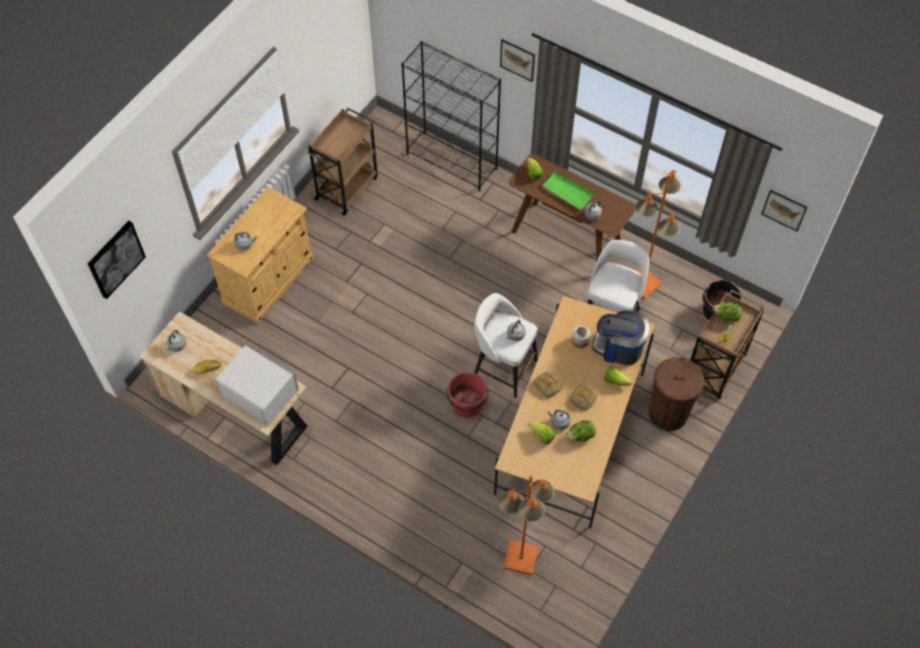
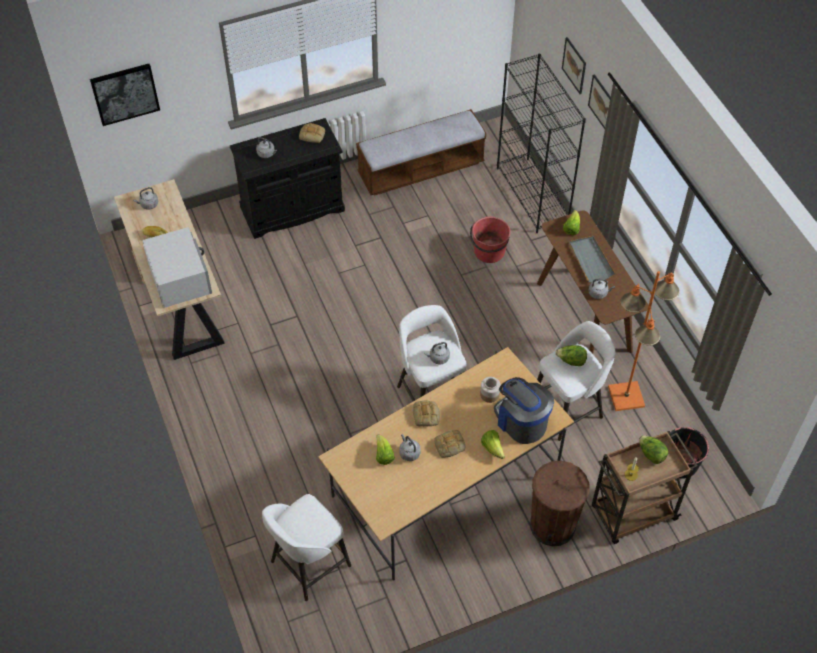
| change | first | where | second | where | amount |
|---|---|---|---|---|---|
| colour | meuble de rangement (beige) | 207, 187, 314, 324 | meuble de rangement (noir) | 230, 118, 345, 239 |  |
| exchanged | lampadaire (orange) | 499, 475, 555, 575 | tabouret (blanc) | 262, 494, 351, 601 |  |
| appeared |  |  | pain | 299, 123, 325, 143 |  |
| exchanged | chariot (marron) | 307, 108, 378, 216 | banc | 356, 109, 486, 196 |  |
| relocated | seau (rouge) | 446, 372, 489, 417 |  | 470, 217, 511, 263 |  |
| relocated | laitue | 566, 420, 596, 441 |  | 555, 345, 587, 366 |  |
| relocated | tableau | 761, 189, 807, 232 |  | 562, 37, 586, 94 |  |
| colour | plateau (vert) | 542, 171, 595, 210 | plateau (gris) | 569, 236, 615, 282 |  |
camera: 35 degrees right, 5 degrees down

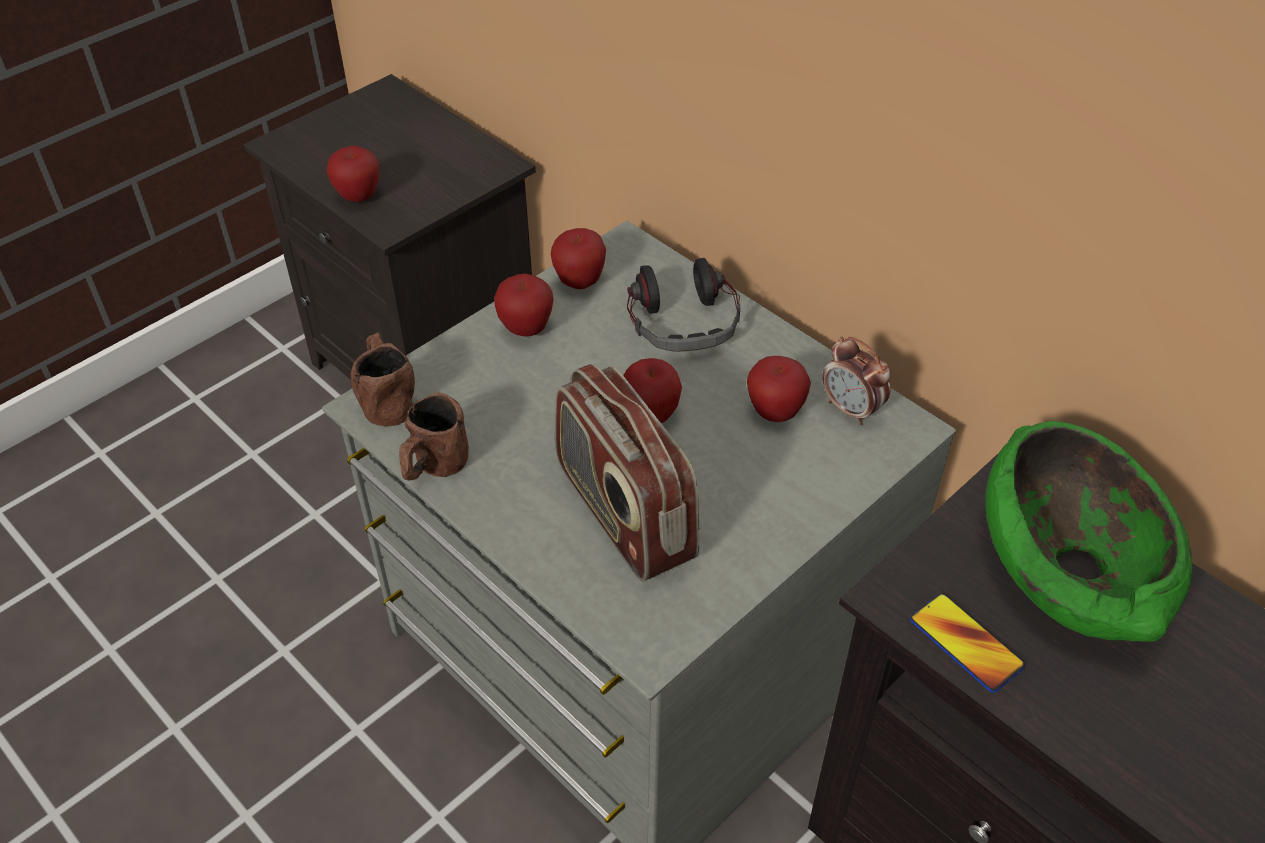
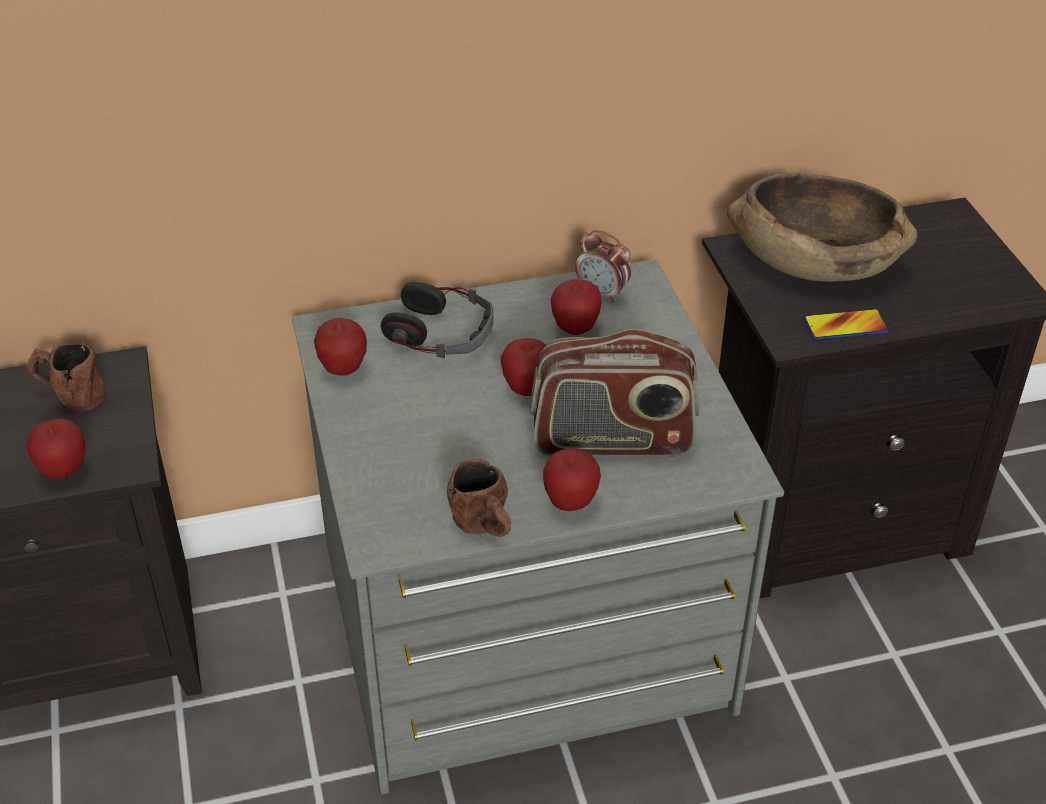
| change | first | where | second | where | amount |
|---|---|---|---|---|---|
| relocated | mug (marron) | 351, 332, 415, 426 |  | 26, 343, 106, 412 |  |
| relocated | pomme | 494, 273, 554, 336 |  | 543, 448, 601, 511 |  |
| spun | réveil | 823, 337, 891, 425 |  | 575, 230, 631, 303 | 45 degrees clockwise |
| colour | bol (vert) | 986, 421, 1192, 642 | bol (marron) | 727, 173, 918, 282 |  |
camera: 60 degrees left, 5 degrees down

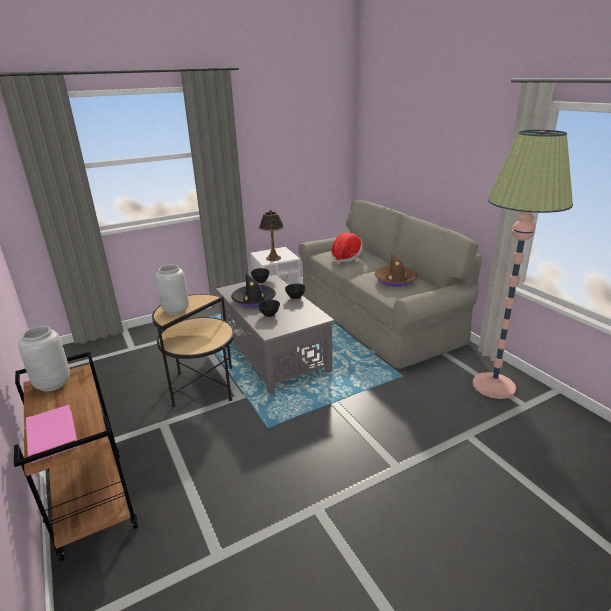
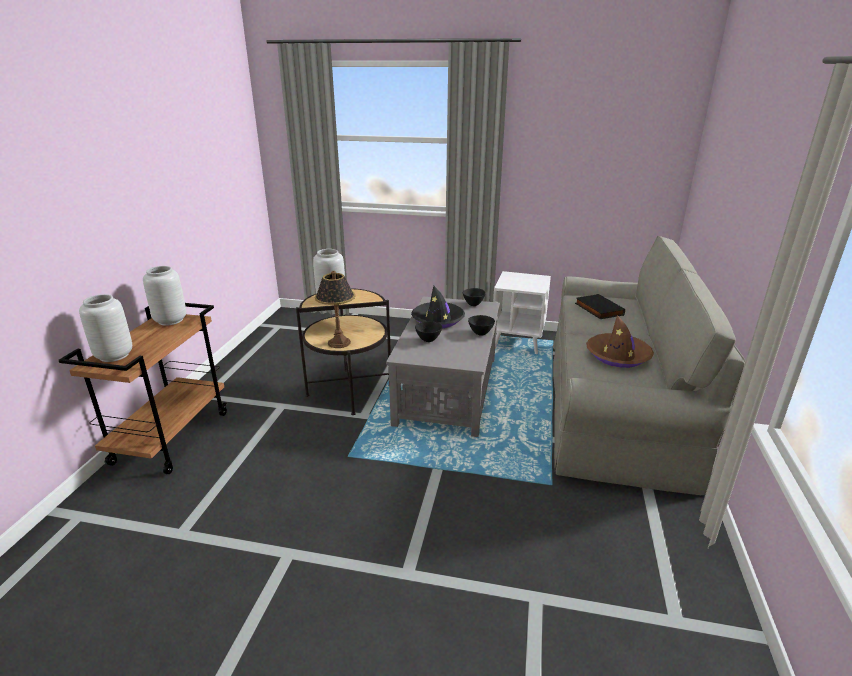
| change | first | where | second | where | amount |
|---|---|---|---|---|---|
| exchanged | livre (rose) | 26, 405, 78, 463 | vase (gris) | 79, 294, 132, 362 |  |
| relocated | lampe de table | 259, 210, 284, 261 |  | 315, 271, 355, 348 |  |
| exchanged | chapeau | 331, 233, 363, 264 | livre (noir) | 575, 294, 625, 319 |  |
| missing | lampadaire | 473, 130, 573, 399 |  |  |  |
camera: 40 degrees right, 0 degrees up

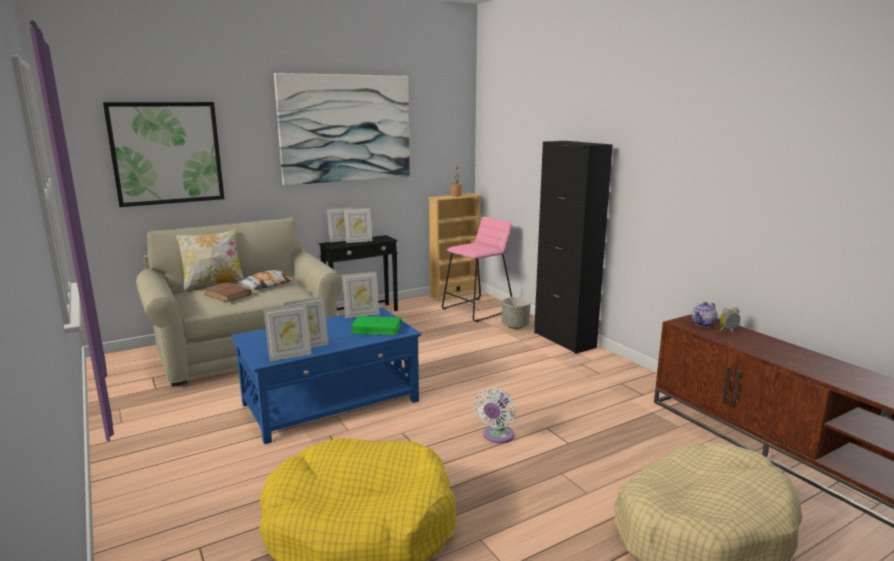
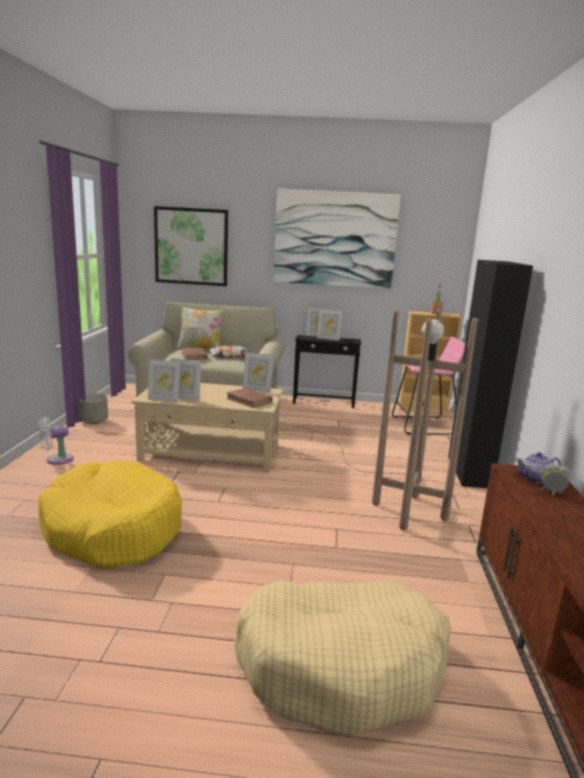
| change | first | where | second | where | amount |
|---|---|---|---|---|---|
| relocated | ventilateur (blanc) | 474, 388, 515, 443 |  | 39, 417, 73, 465 |  |
| relocated | cache-pot (gris) | 502, 297, 531, 329 |  | 79, 393, 108, 424 |  |
| colour | table basse (bleu) | 231, 307, 421, 444 | table basse (beige) | 132, 383, 283, 473 |  |
| colour | livre (vert) | 350, 316, 401, 335 | livre (marron) | 226, 388, 273, 408 |  |
| appeared |  |  | lampadaire (marron) | 294, 309, 478, 530 |  |
camera: 35 degrees right, 0 degrees up

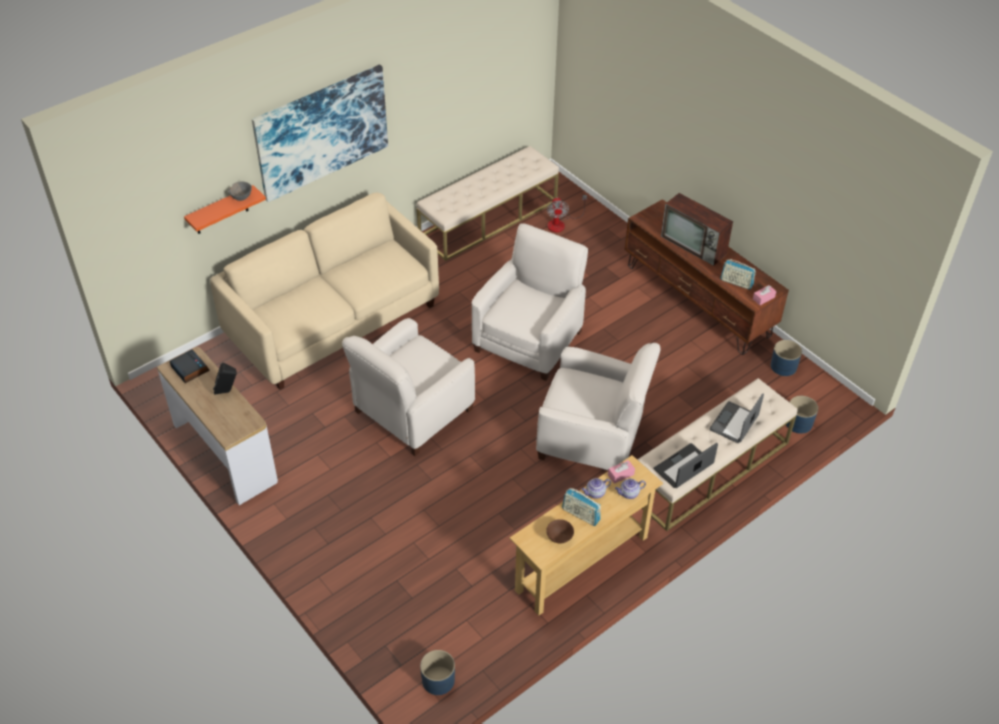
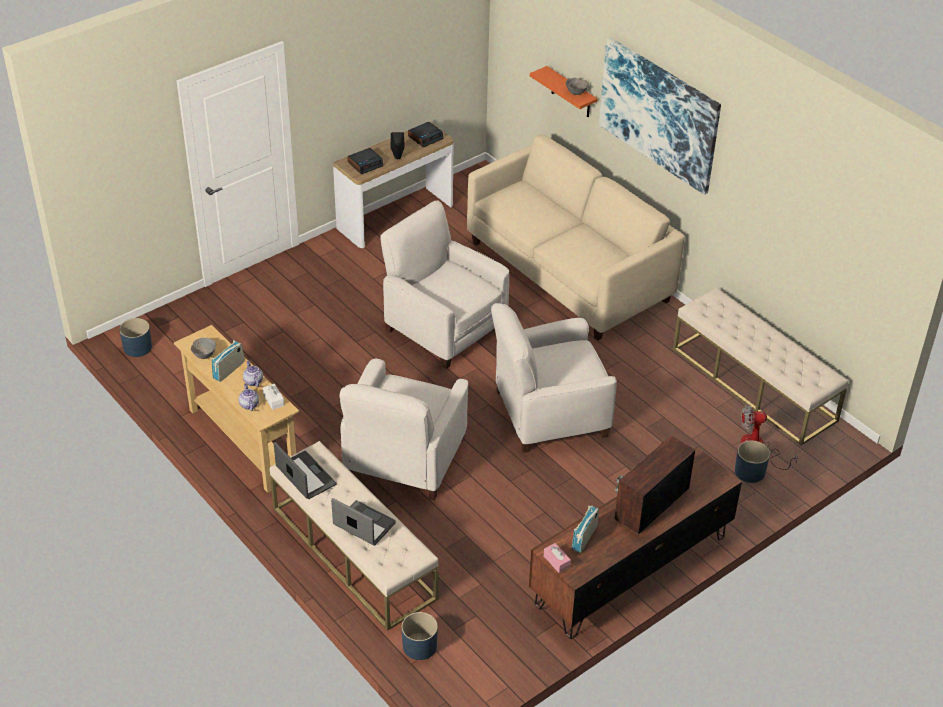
| change | first | where | second | where | amount |
|---|---|---|---|---|---|
| colour | bol (marron) | 546, 519, 574, 544 | bol (gris) | 191, 338, 216, 359 |  |
| colour | boîte à mouchoirs (rose) | 608, 460, 635, 484 | boîte à mouchoirs (blanc) | 263, 384, 284, 410 |  |
| appeared |  |  | réveil | 347, 148, 383, 174 |  |
| spun | fauteuil (blanc) | 472, 223, 588, 381 |  | 491, 303, 617, 453 | 135 degrees clockwise |
| relocated | cache-pot (bleu) | 771, 340, 802, 376 |  | 735, 440, 770, 483 |  |
camera: 90 degrees right, 5 degrees down

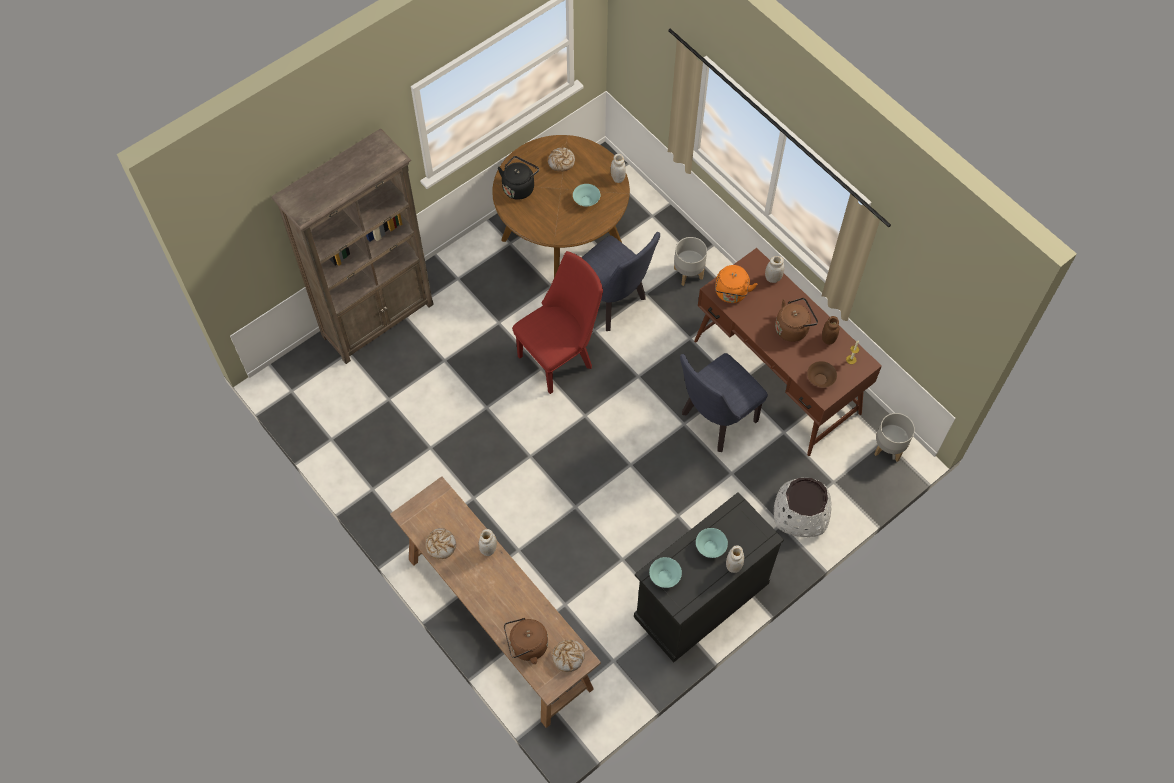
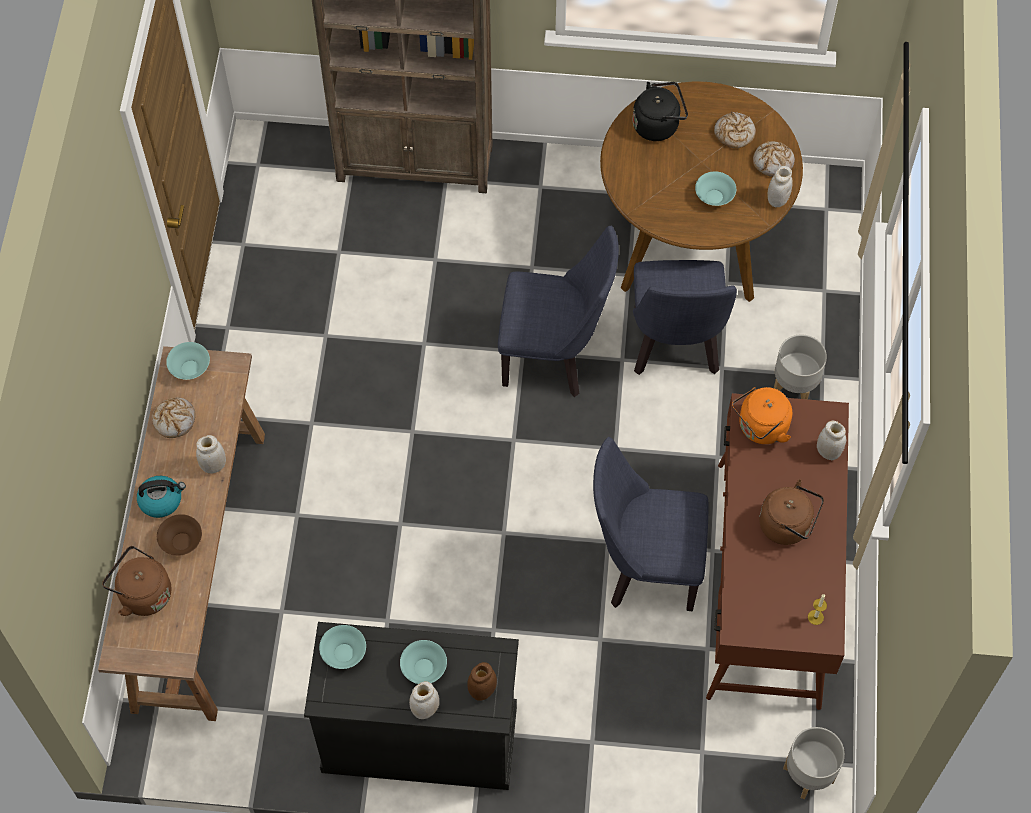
| change | first | where | second | where | amount |
|---|---|---|---|---|---|
| appeared |  |  | bouilloire | 137, 476, 186, 518 |  |
| relocated | bol (marron) | 807, 361, 837, 387 |  | 157, 514, 202, 556 |  |
| appeared |  |  | bol (turquoise) | 166, 342, 210, 380 |  |
| relocated | bocal (marron) | 822, 316, 839, 345 |  | 467, 662, 497, 701 |  |
| colour | chaise (rouge) | 512, 251, 603, 394 | chaise (bleu) | 498, 225, 619, 397 |  |
| relocated | pain | 552, 640, 585, 672 |  | 753, 141, 795, 177 |  |
| missing | cache-pot (blanc) | 774, 478, 831, 537 |  |  |  |
camera: 45 degrees right, 0 degrees up

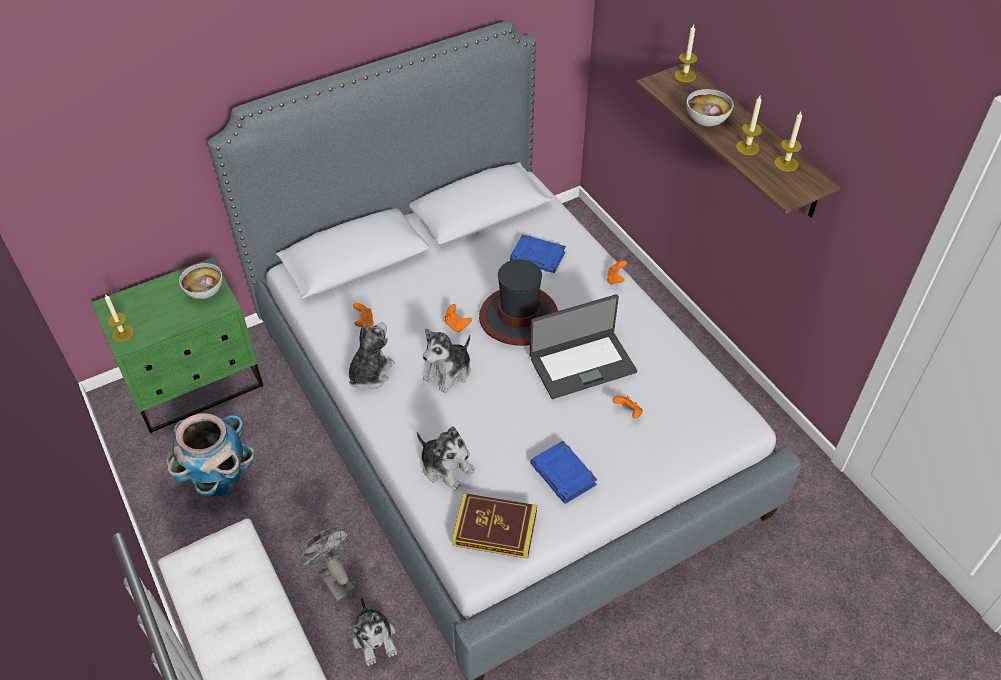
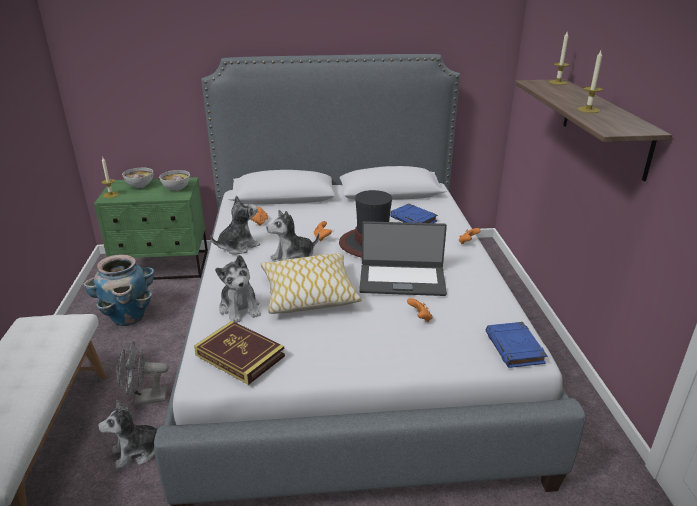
| change | first | where | second | where | amount |
|---|---|---|---|---|---|
| spun | peluche | 349, 596, 397, 666 |  | 98, 400, 158, 469 | 60 degrees clockwise |
| spun | ventilateur (gris) | 296, 528, 355, 601 |  | 116, 341, 169, 406 | 90 degrees counterclockwise |
| relocated | bol | 687, 89, 734, 126 |  | 122, 168, 153, 188 |  |
| appeared |  |  | coussin | 261, 253, 362, 314 |  |
| relocated | livre (bleu) | 530, 441, 597, 504 |  | 486, 322, 547, 368 |  |
| missing | bougie | 774, 112, 802, 172 |  |  |  |
camera: 25 degrees right, 20 degrees down

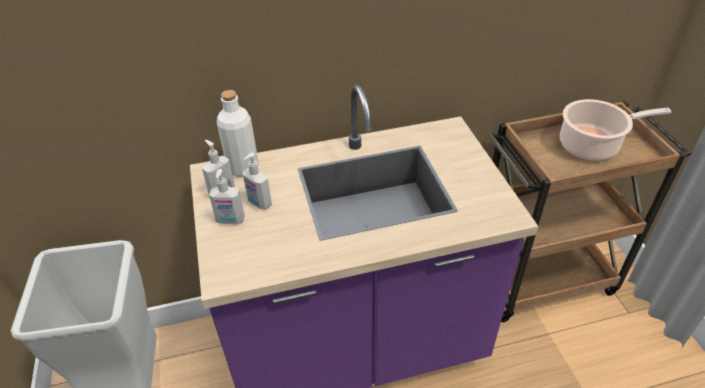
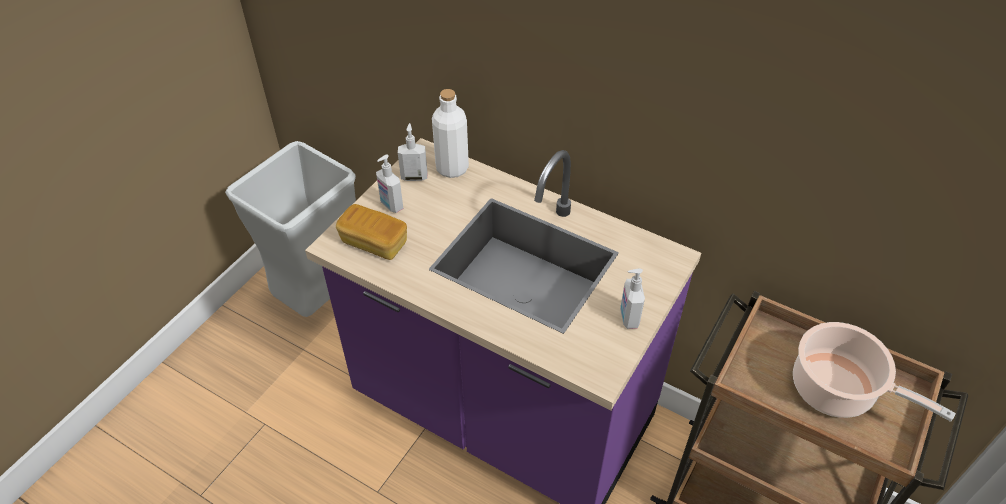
| change | first | where | second | where | amount |
|---|---|---|---|---|---|
| appeared |  |  | pain | 336, 204, 407, 260 |  |
| relocated | distributeur de savon | 242, 152, 272, 210 |  | 620, 269, 645, 329 |  |
camera: 45 degrees right, 5 degrees up

